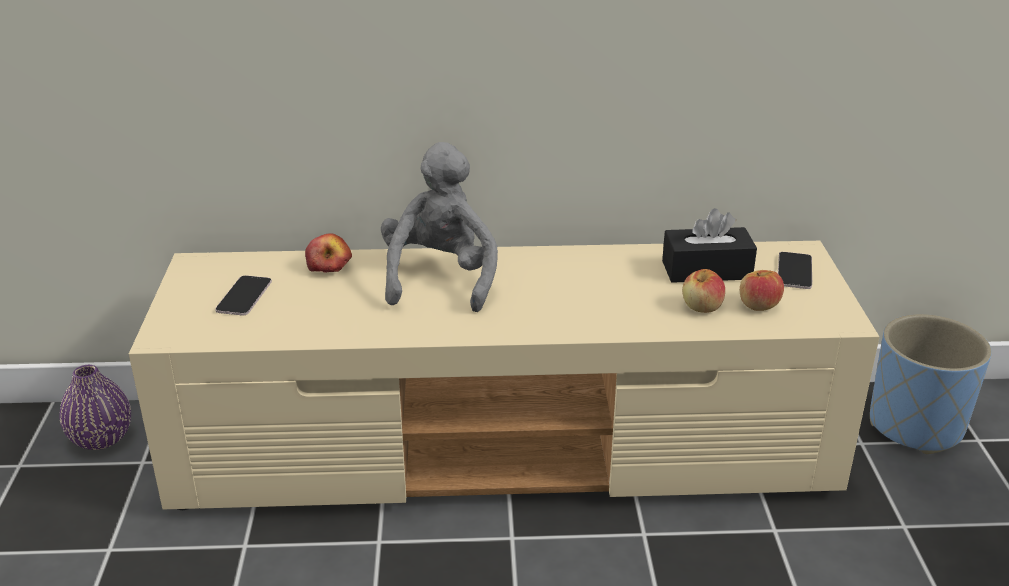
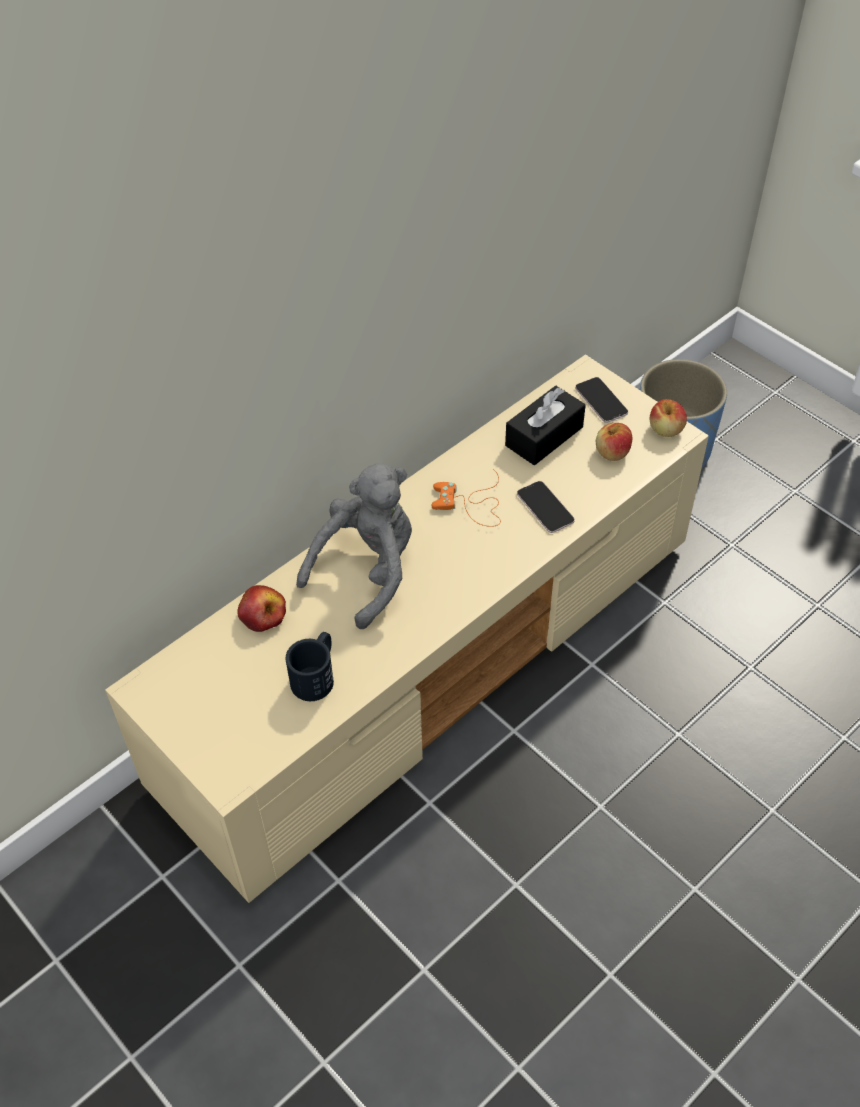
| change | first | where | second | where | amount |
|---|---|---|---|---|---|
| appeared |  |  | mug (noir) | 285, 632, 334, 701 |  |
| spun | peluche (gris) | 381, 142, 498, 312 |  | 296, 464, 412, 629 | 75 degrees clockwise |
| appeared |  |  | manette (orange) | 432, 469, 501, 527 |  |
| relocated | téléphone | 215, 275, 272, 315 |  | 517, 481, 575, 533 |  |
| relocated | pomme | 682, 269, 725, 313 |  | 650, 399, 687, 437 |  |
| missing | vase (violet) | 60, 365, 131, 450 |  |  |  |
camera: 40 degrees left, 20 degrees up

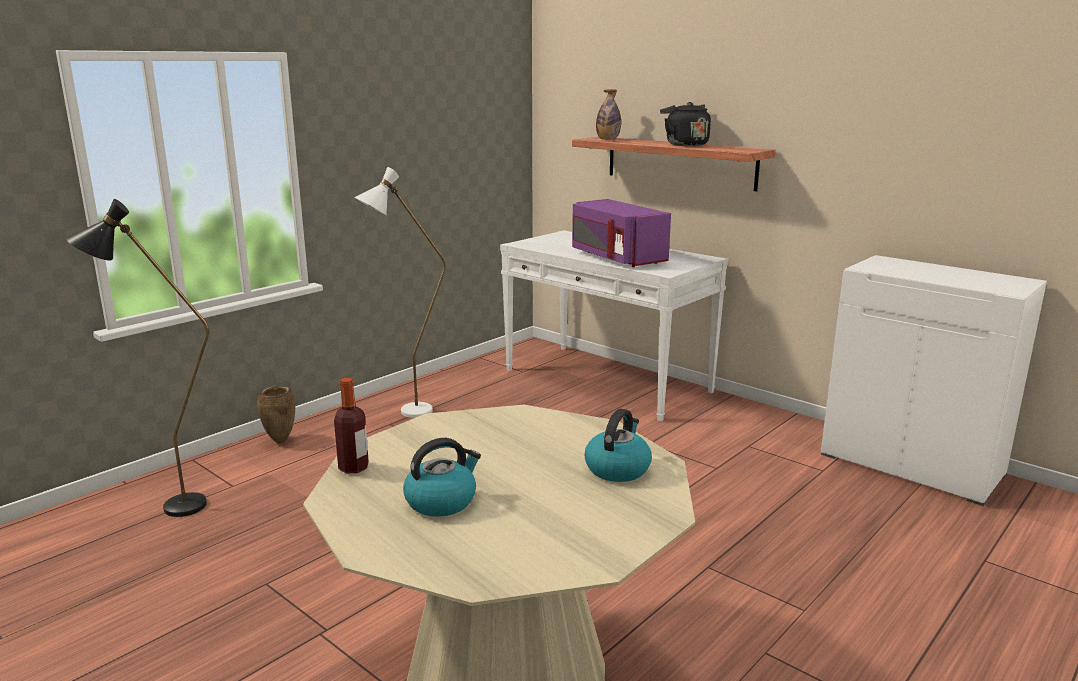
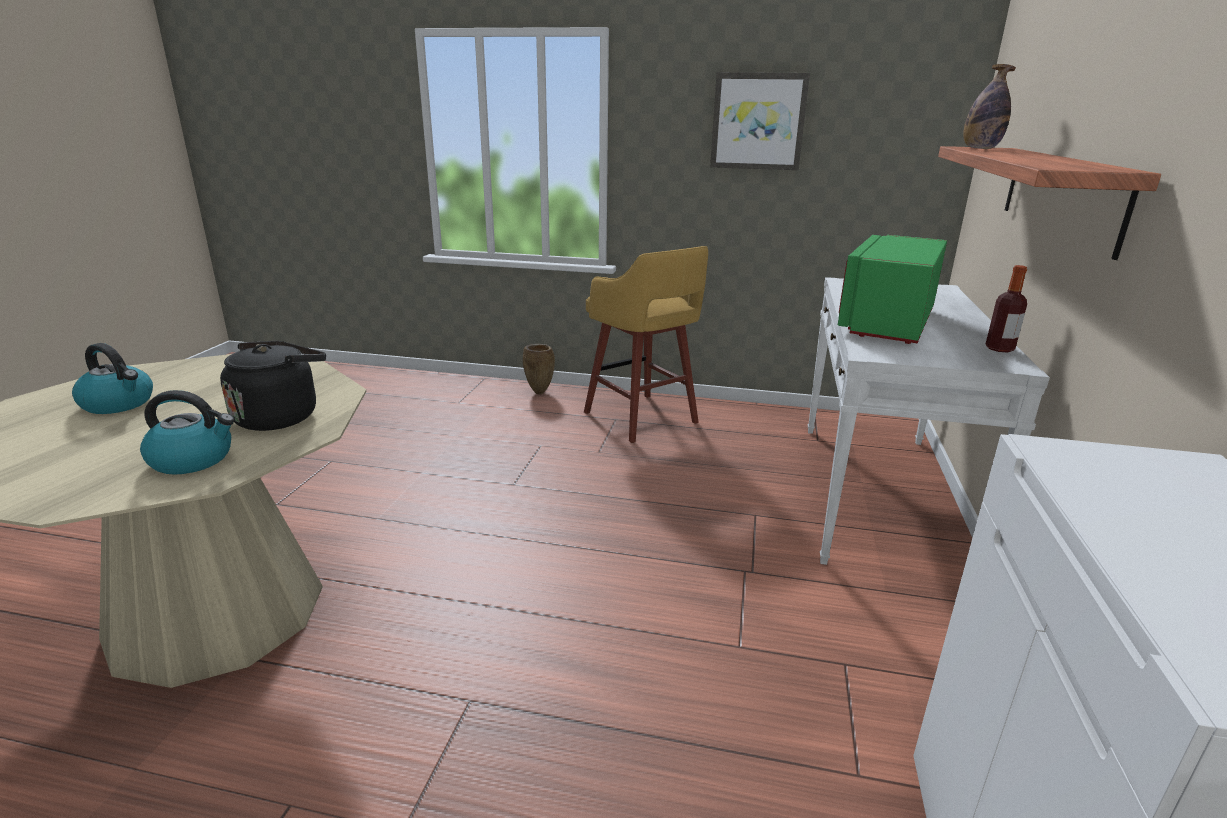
| change | first | where | second | where | amount |
|---|---|---|---|---|---|
| relocated | bouilloire (noir) | 660, 102, 711, 146 |  | 220, 341, 326, 431 |  |
| exchanged | lampadaire (blanc) | 354, 167, 446, 418 | tabouret (jaune) | 584, 246, 708, 443 |  |
| appeared |  |  | tableau | 710, 72, 810, 170 |  |
| colour | micro-ondes (violet) | 572, 199, 671, 267 | micro-ondes (vert) | 838, 235, 947, 344 |  |
| relocated | bouteille | 334, 378, 369, 473 |  | 986, 265, 1027, 352 |  |
| missing | lampadaire (noir) | 67, 199, 209, 517 |  |  |  |
camera: 60 degrees right, 5 degrees up

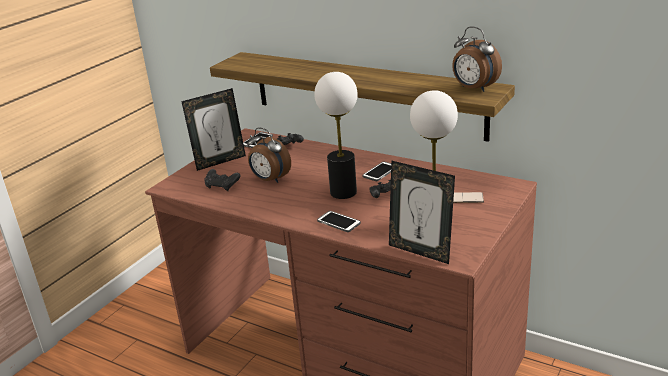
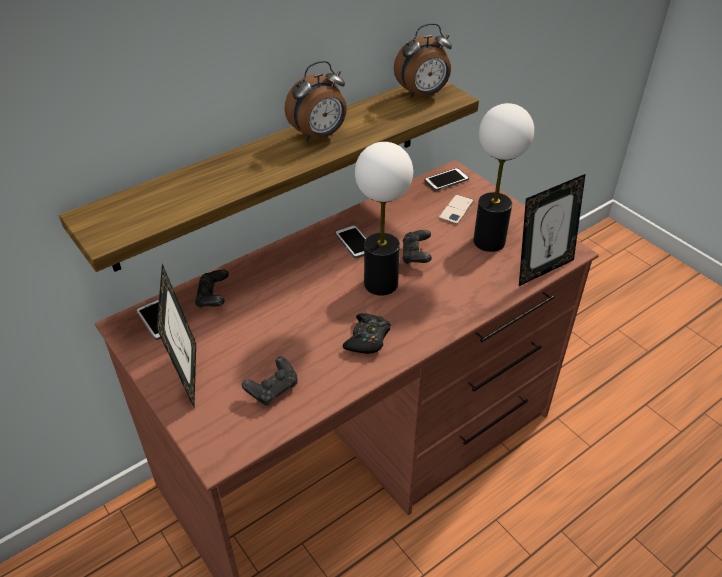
| change | first | where | second | where | amount |
|---|---|---|---|---|---|
| relocated | réveil | 247, 128, 291, 183 |  | 285, 61, 347, 141 |  |
| appeared |  |  | manette (noir) | 343, 313, 391, 354 |  |
| relocated | téléphone | 317, 211, 361, 232 |  | 424, 168, 469, 191 |  |
camera: 70 degrees left, 15 degrees up

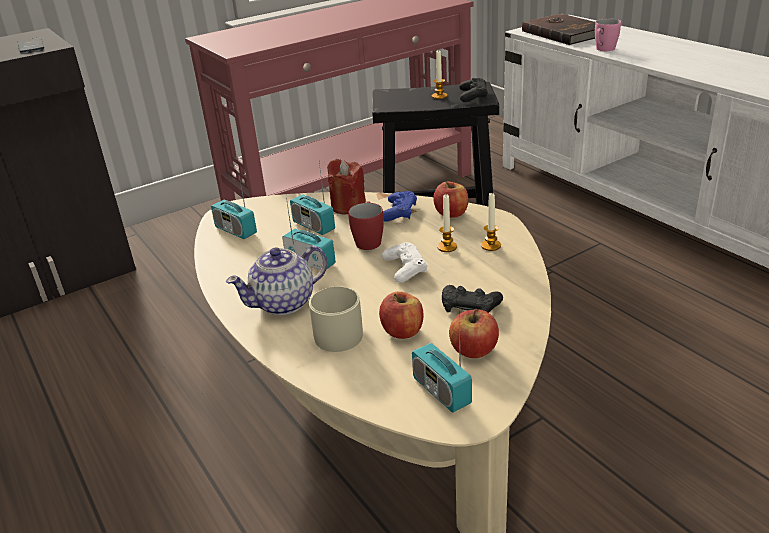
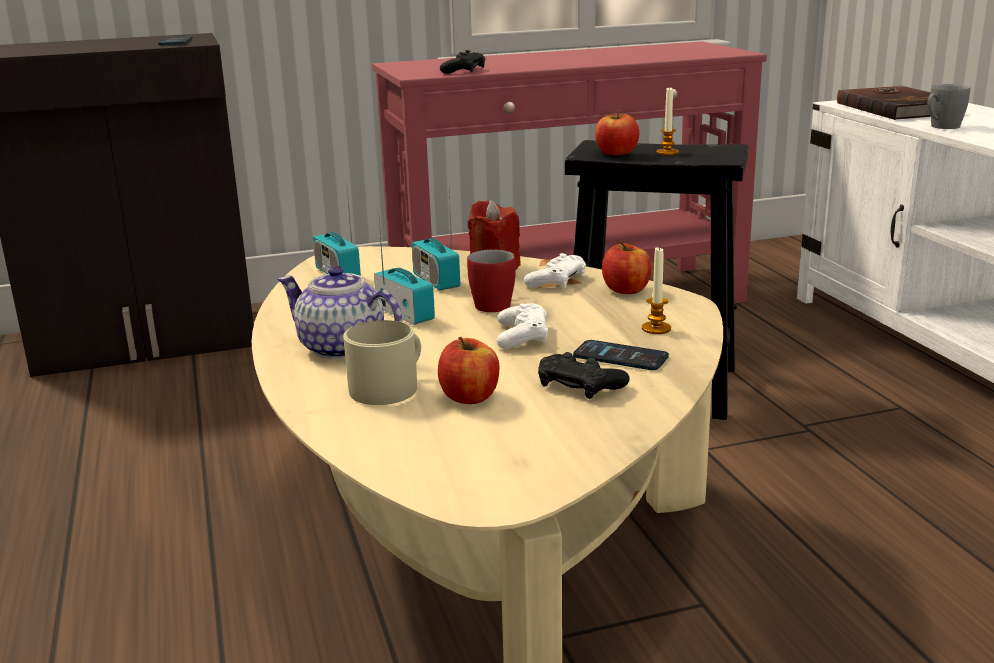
| change | first | where | second | where | amount |
|---|---|---|---|---|---|
| spun | théière | 226, 246, 327, 315 |  | 277, 266, 402, 359 | 45 degrees clockwise |
| relocated | manette (noir) | 459, 78, 488, 102 |  | 440, 50, 485, 74 |  |
| colour | manette (bleu) | 383, 191, 417, 221 | manette (blanc) | 524, 253, 586, 289 |  |
| appeared |  |  | téléphone | 573, 340, 669, 370 |  |
| relocated | pomme | 449, 309, 499, 358 |  | 595, 110, 639, 155 |  |
| colour | mug (rose) | 595, 19, 621, 51 | mug (gris) | 928, 84, 971, 129 |  |
| missing | radio | 412, 310, 472, 413 |  |  |  |
| missing | bougie | 437, 194, 457, 252 |  |  |  |
camera: 15 degrees right, 10 degrees down

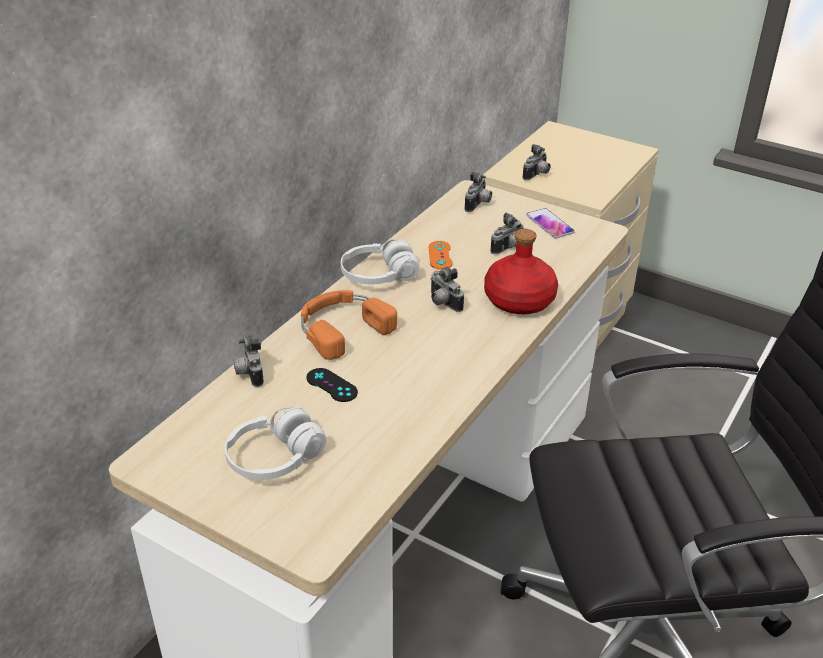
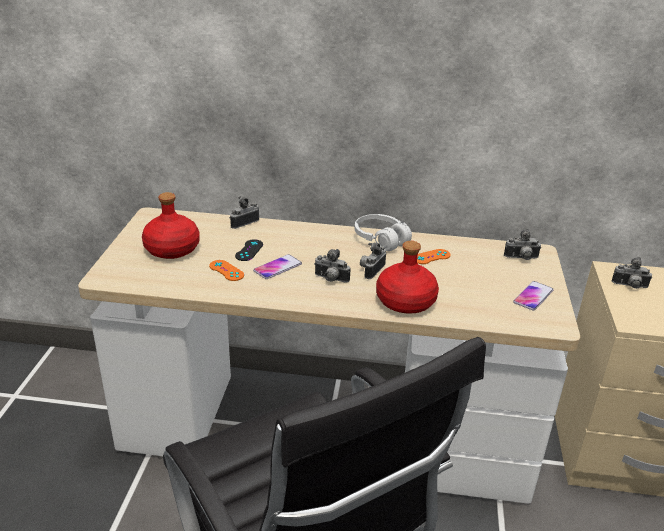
| change | first | where | second | where | amount |
|---|---|---|---|---|---|
| exchanged | casque audio (blanc) | 225, 407, 326, 480 | bouteille (rouge) | 142, 192, 200, 259 |  |
| appeared |  |  | manette (orange) | 209, 260, 244, 281 |  |
| appeared |  |  | téléphone | 253, 254, 302, 279 |  |
| relocated | appareil photo | 490, 213, 524, 254 |  | 314, 249, 350, 283 |  |
| missing | casque audio (orange) | 301, 290, 397, 360 |  |  |  |
camera: 65 degrees right, 5 degrees down

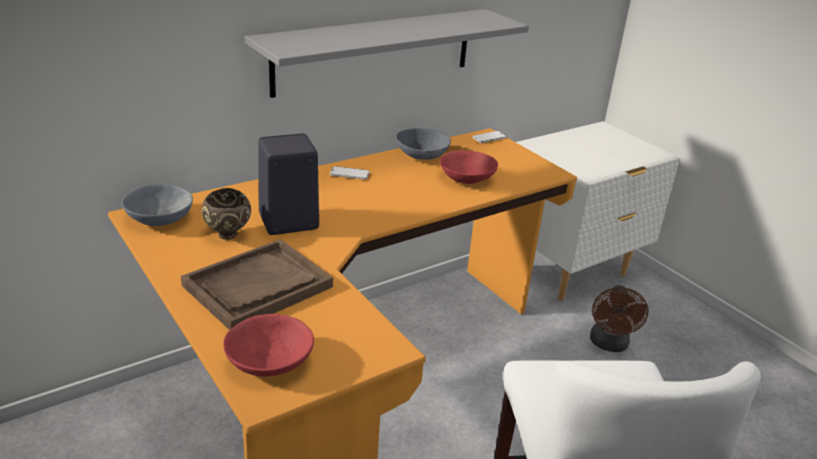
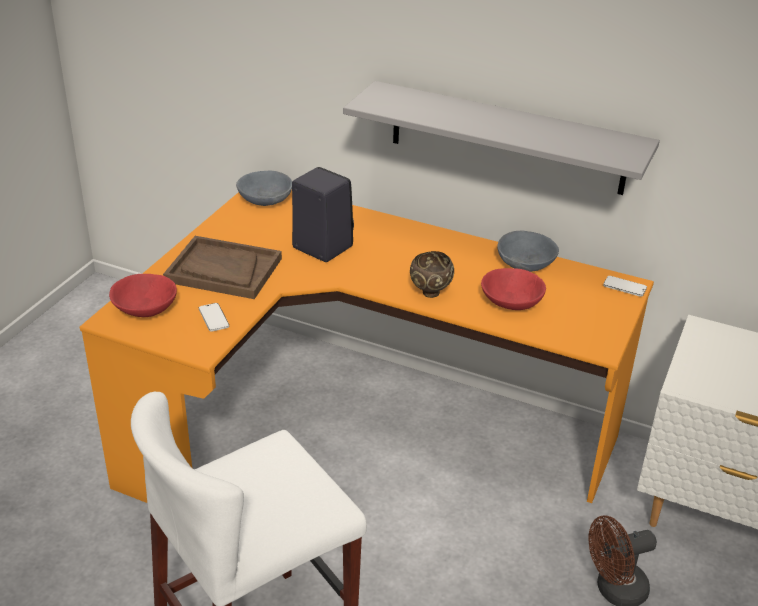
| change | first | where | second | where | amount |
|---|---|---|---|---|---|
| relocated | téléphone | 330, 166, 370, 180 |  | 199, 303, 229, 332 |  |
| relocated | bol (marron) | 202, 188, 251, 240 |  | 410, 251, 454, 298 |  |
camera: 60 degrees right, 5 degrees up

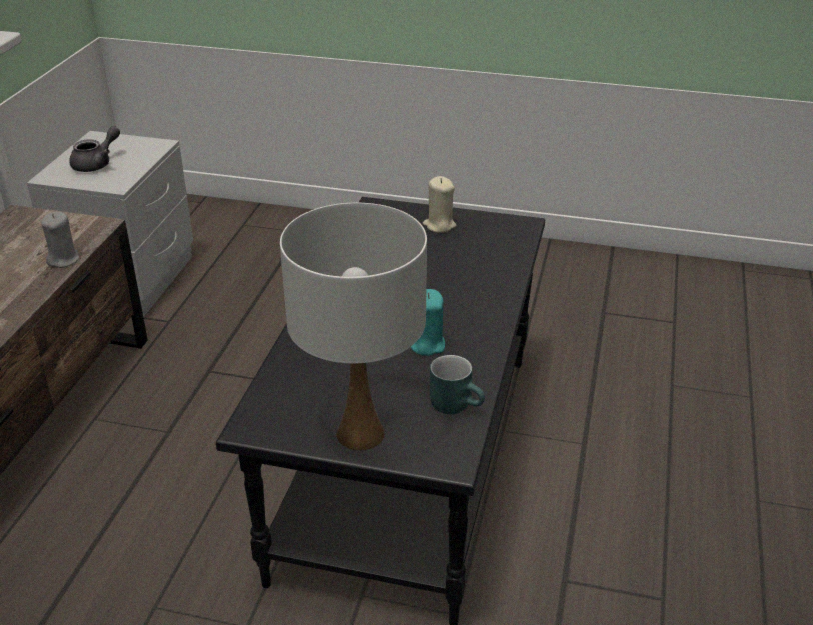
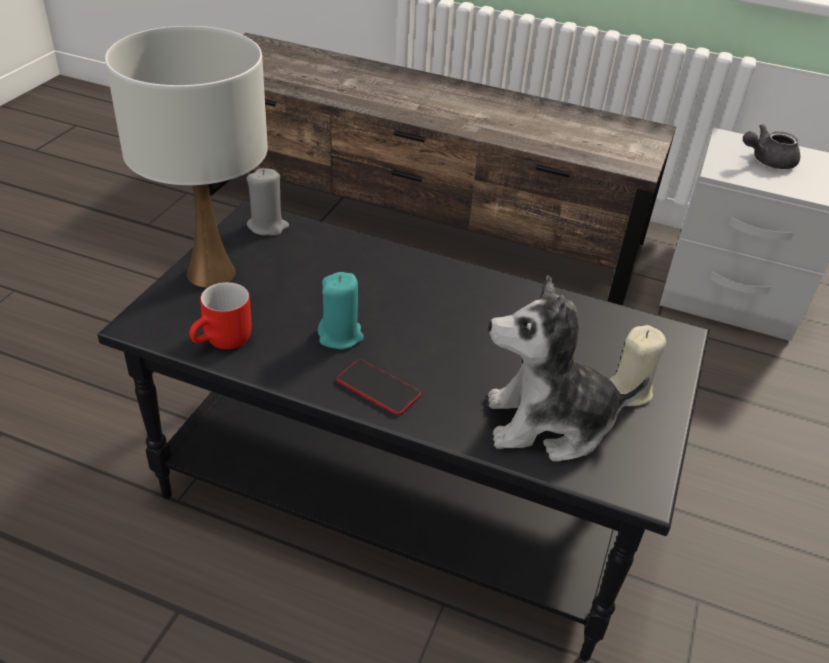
| change | first | where | second | where | amount |
|---|---|---|---|---|---|
| colour | mug (turquoise) | 430, 355, 485, 414 | mug (rouge) | 189, 282, 251, 349 |  |
| relocated | bougie (gris) | 41, 211, 79, 268 |  | 247, 169, 289, 236 |  |
| appeared |  |  | téléphone | 336, 360, 421, 415 |  |
| appeared |  |  | peluche | 488, 275, 650, 462 |  |
| spun | théière (gris) | 69, 126, 120, 172 |  | 743, 124, 800, 169 | 120 degrees clockwise |
camera: 95 degrees right, 5 degrees up

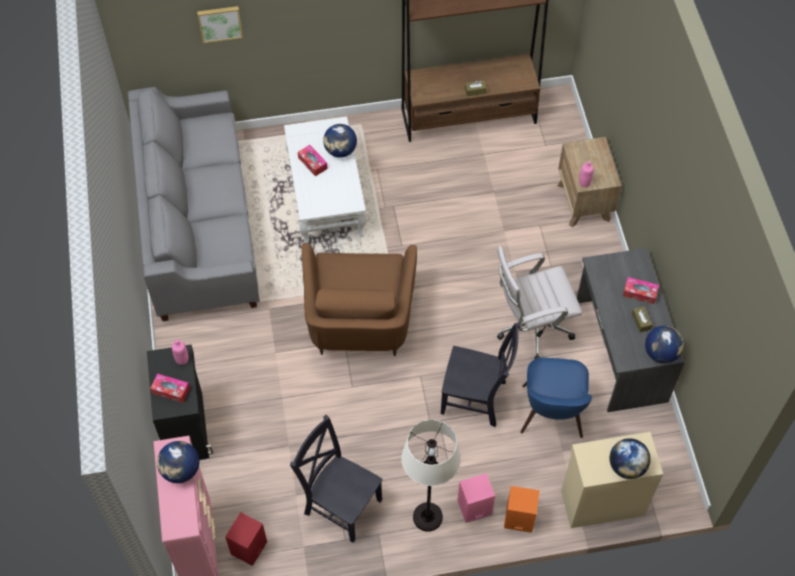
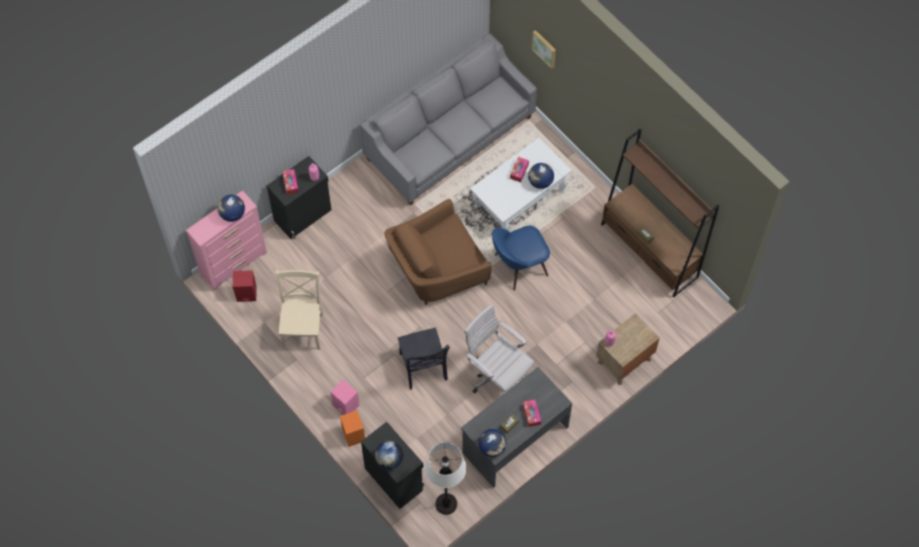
| change | first | where | second | where | amount |
|---|---|---|---|---|---|
| colour | chaise (noir) | 290, 415, 383, 543 | chaise (beige) | 276, 270, 324, 350 |  |
| colour | meuble de rangement (beige) | 561, 432, 663, 528 | meuble de rangement (noir) | 361, 422, 424, 509 |  |
| relocated | lampadaire (blanc) | 401, 419, 461, 532 |  | 425, 442, 466, 515 |  |
| relocated | chaise (bleu) | 520, 357, 592, 438 |  | 492, 226, 550, 291 |  |
camera: 60 degrees right, 5 degrees up

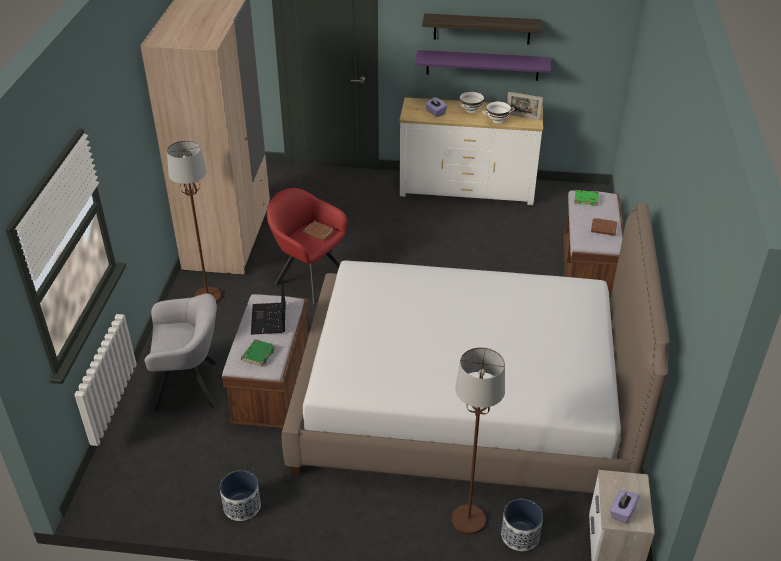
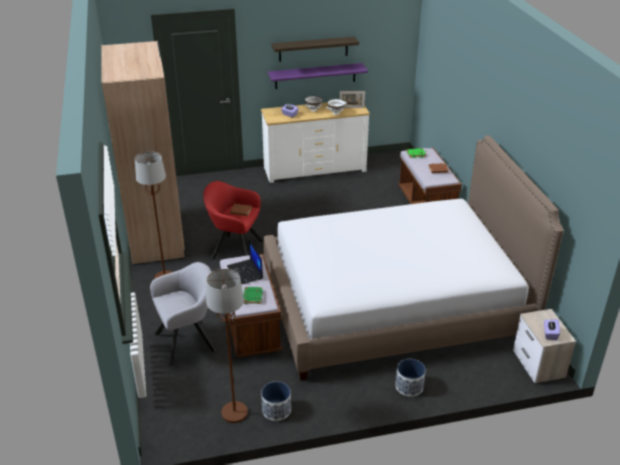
| change | first | where | second | where | amount |
|---|---|---|---|---|---|
| relocated | lampadaire (marron) | 452, 347, 505, 535 |  | 206, 269, 248, 423 |  |
| relocated | cache-pot | 501, 499, 543, 551 |  | 395, 359, 426, 397 |  |
camera: 20 degrees left, 5 degrees down

